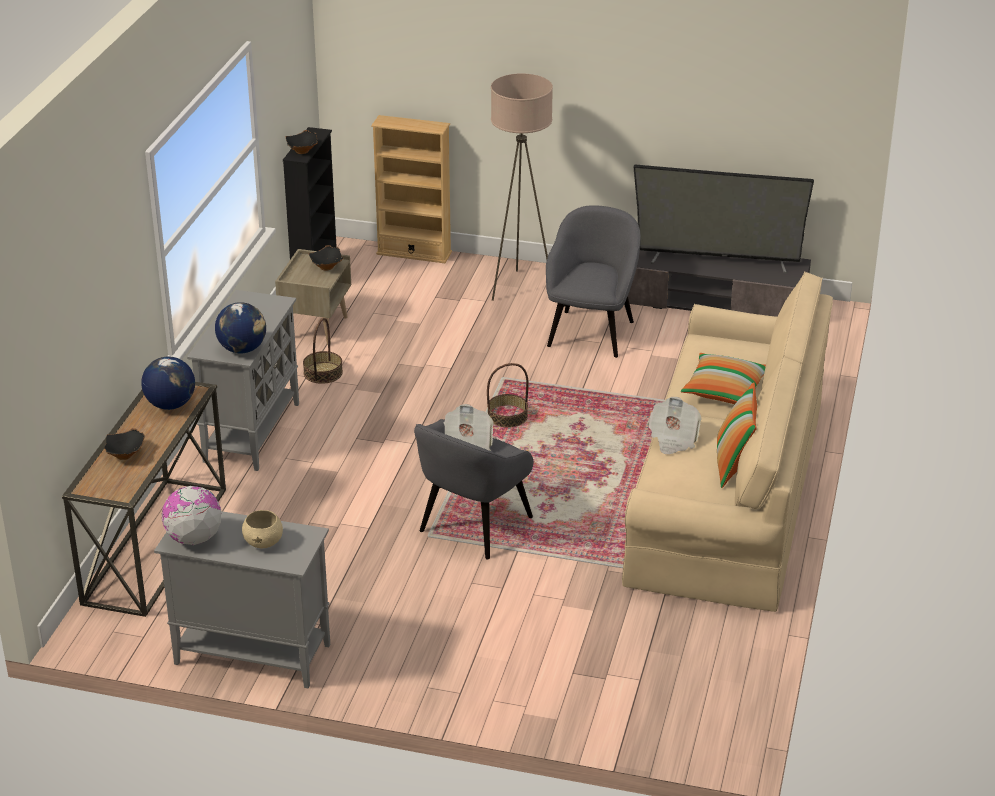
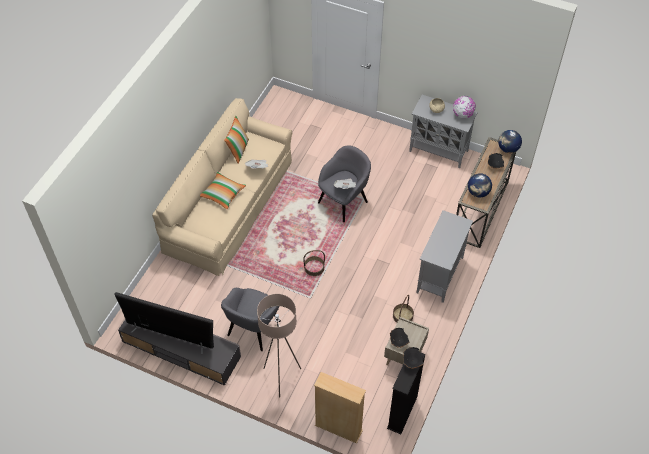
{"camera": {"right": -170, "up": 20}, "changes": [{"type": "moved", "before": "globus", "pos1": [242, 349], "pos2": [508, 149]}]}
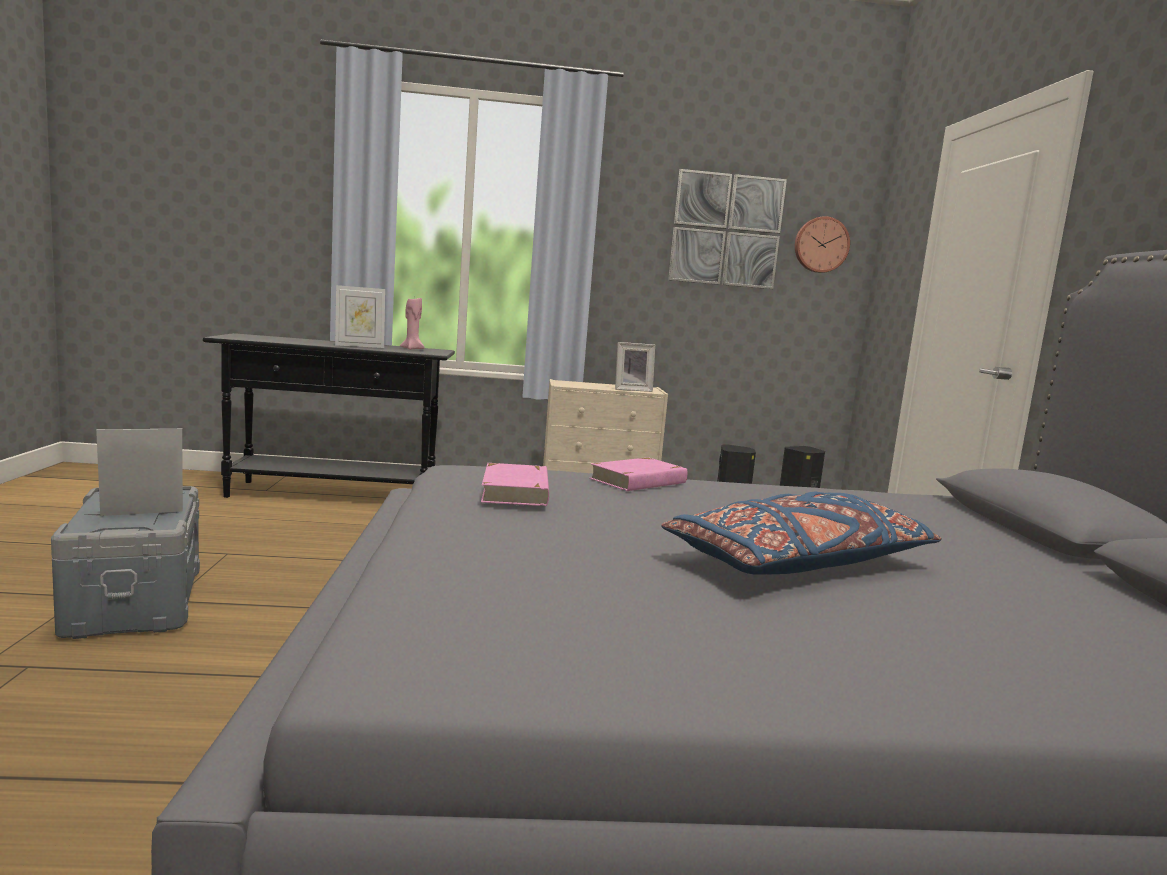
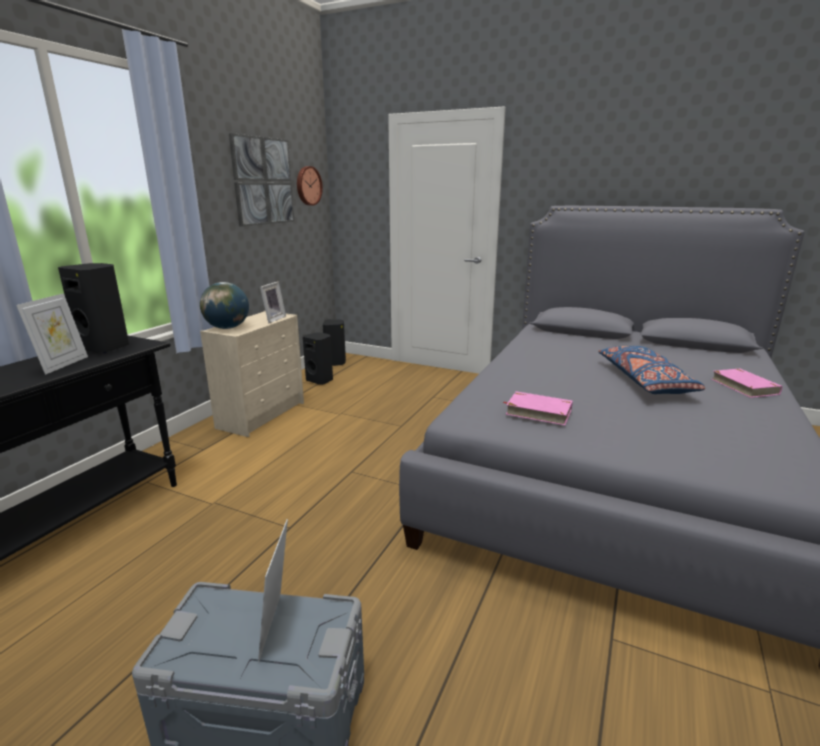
{"camera": {"right": -60, "up": 10}, "changes": [{"type": "replaced", "before": "świeca [różowy]", "after": "głośnik [czarny]", "pos1": [412, 349], "pos2": [106, 347]}, {"type": "added", "after": "globus", "pos2": [227, 328]}, {"type": "moved", "before": "książka [różowy]", "pos1": [639, 481], "pos2": [744, 386]}]}
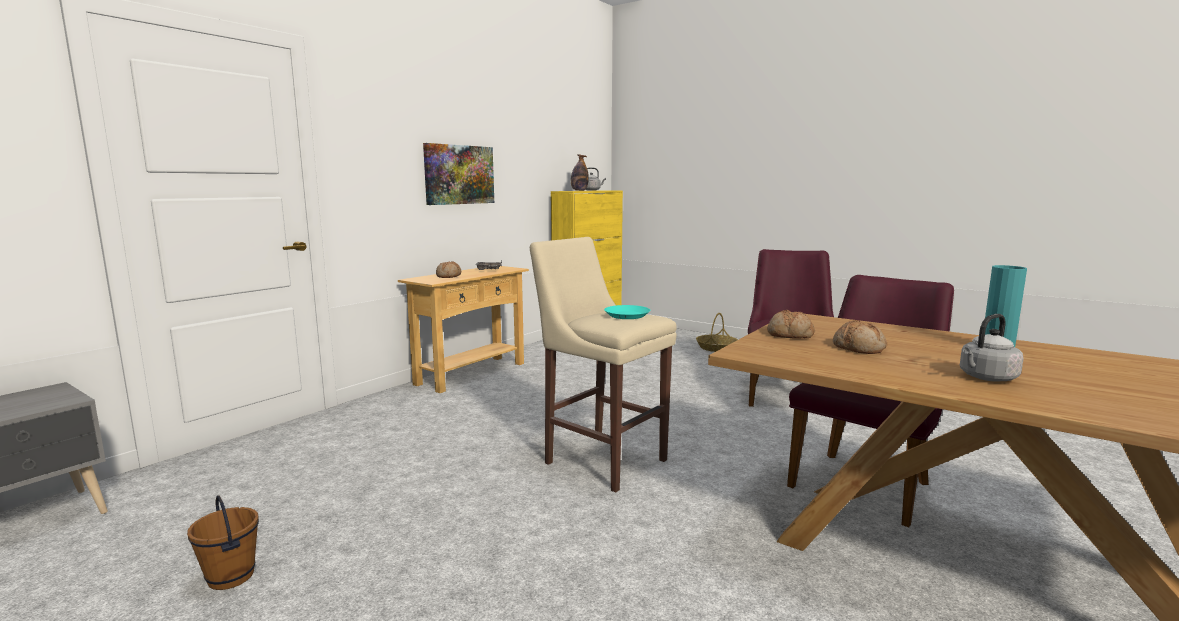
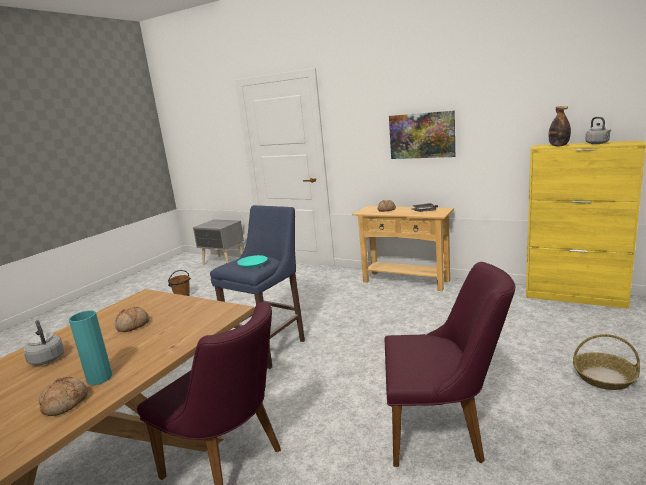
{"camera": {"right": 85, "up": 5}, "changes": [{"type": "moved", "before": "chleb", "pos1": [789, 335], "pos2": [65, 403]}, {"type": "recoloured", "before": "stołek [beżowy]", "after": "stołek [niebieski]", "pos1": [601, 459], "pos2": [270, 346]}]}
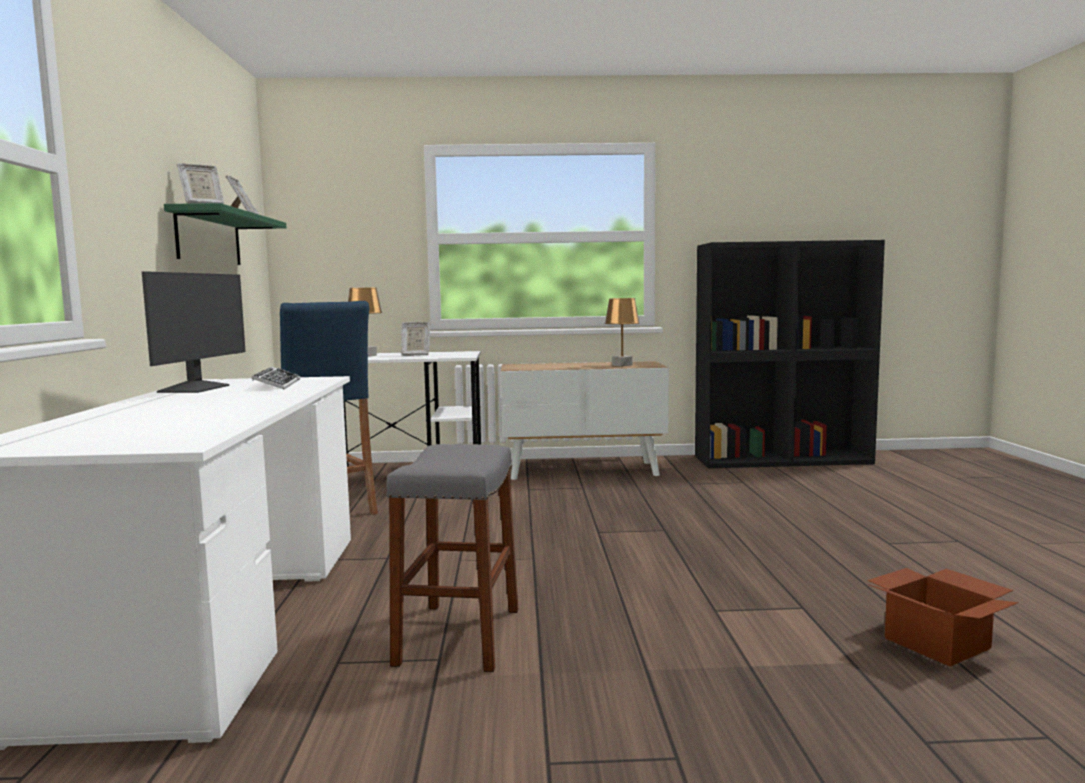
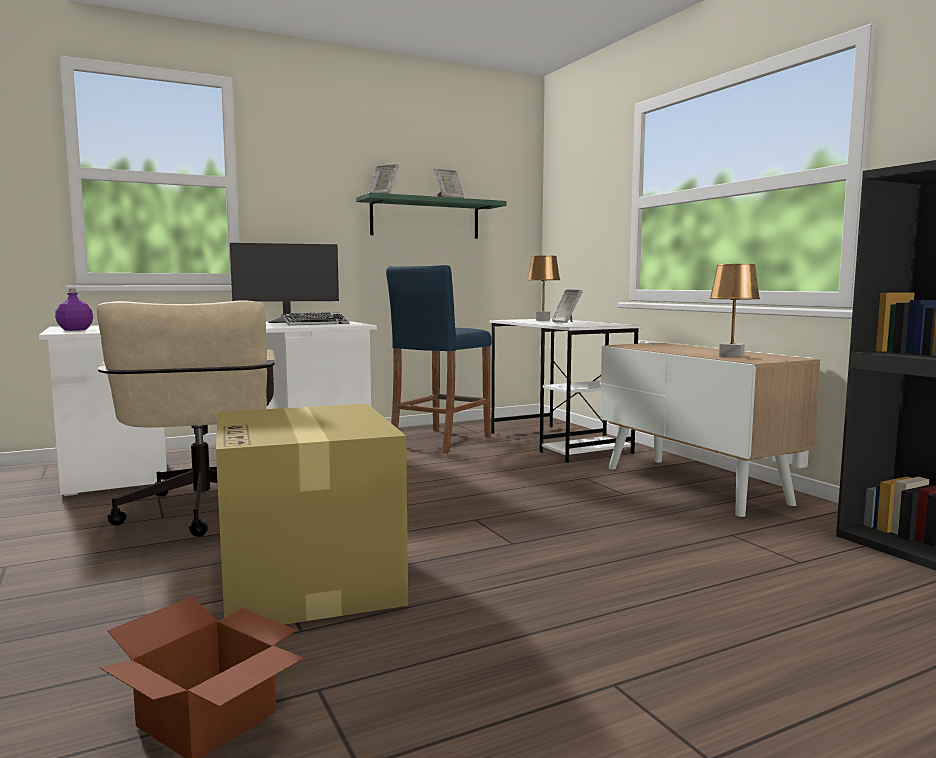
{"camera": {"right": 65, "up": 0}, "changes": [{"type": "added", "after": "butelka [fioletowy]", "pos2": [75, 330]}, {"type": "replaced", "before": "stołek [szary]", "after": "krzesło biurowe [beżowy]", "pos1": [459, 636], "pos2": [201, 515]}, {"type": "added", "after": "karton", "pos2": [310, 580]}]}
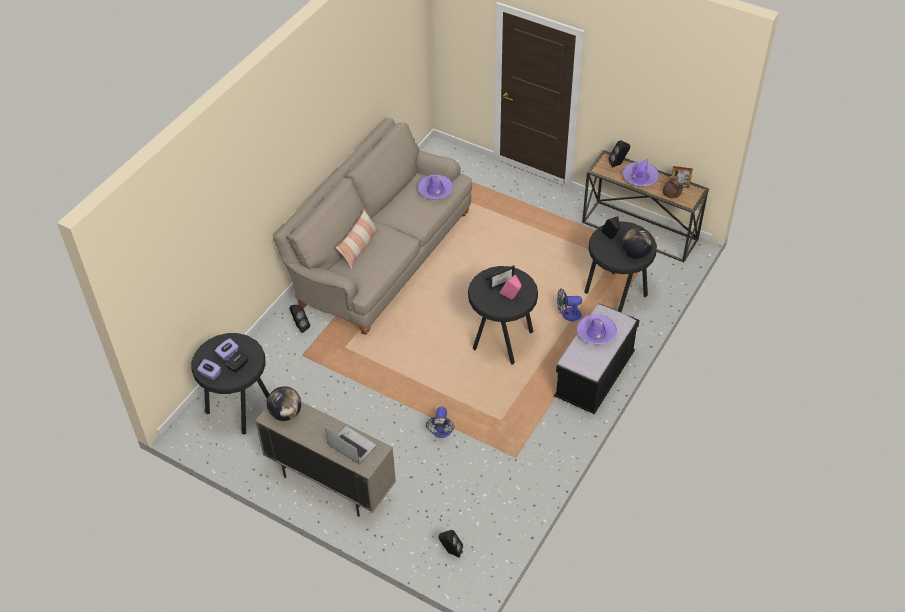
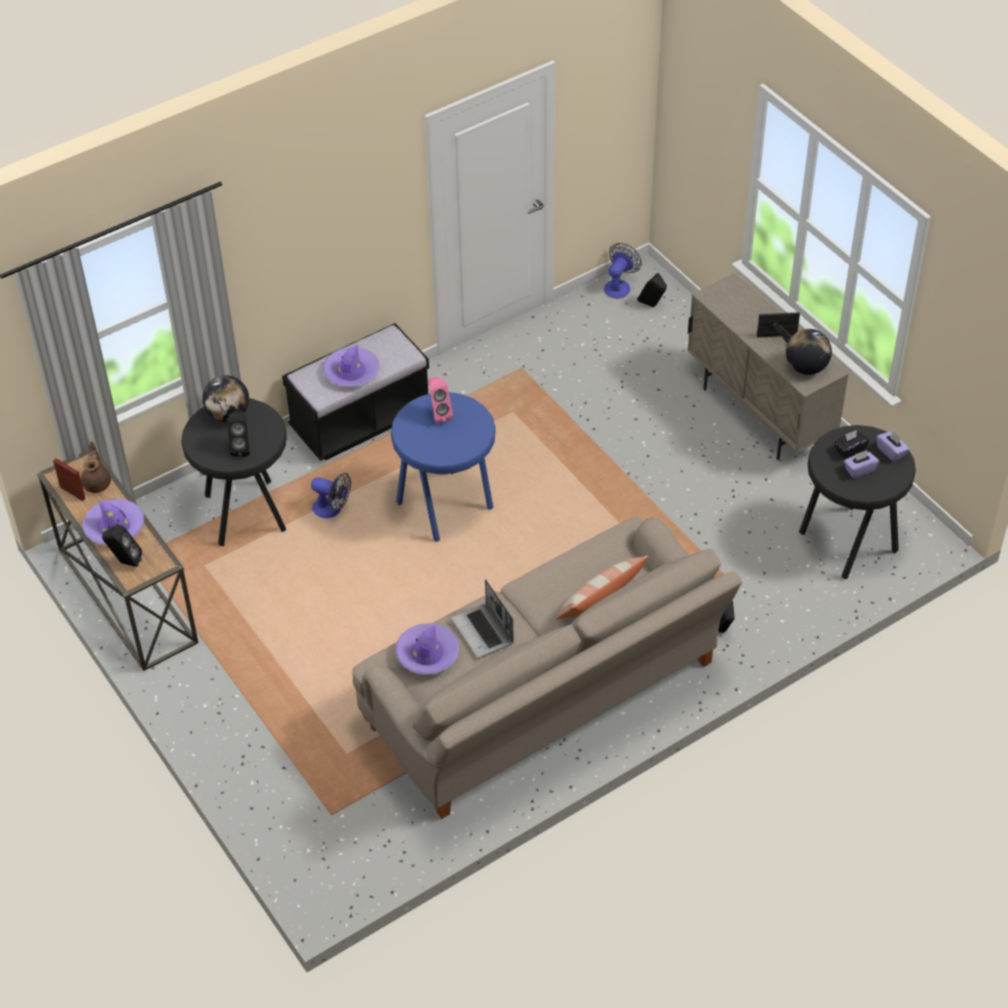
{"camera": {"right": -155, "up": 0}, "changes": [{"type": "recoloured", "before": "stołek [czarny]", "after": "stołek [niebieski]", "pos1": [501, 341], "pos2": [447, 506]}, {"type": "moved", "before": "laptop", "pos1": [351, 446], "pos2": [483, 632]}, {"type": "moved", "before": "wentylator", "pos1": [441, 432], "pos2": [619, 286]}, {"type": "moved", "before": "ramka na zdjęcie", "pos1": [500, 282], "pos2": [776, 338]}]}
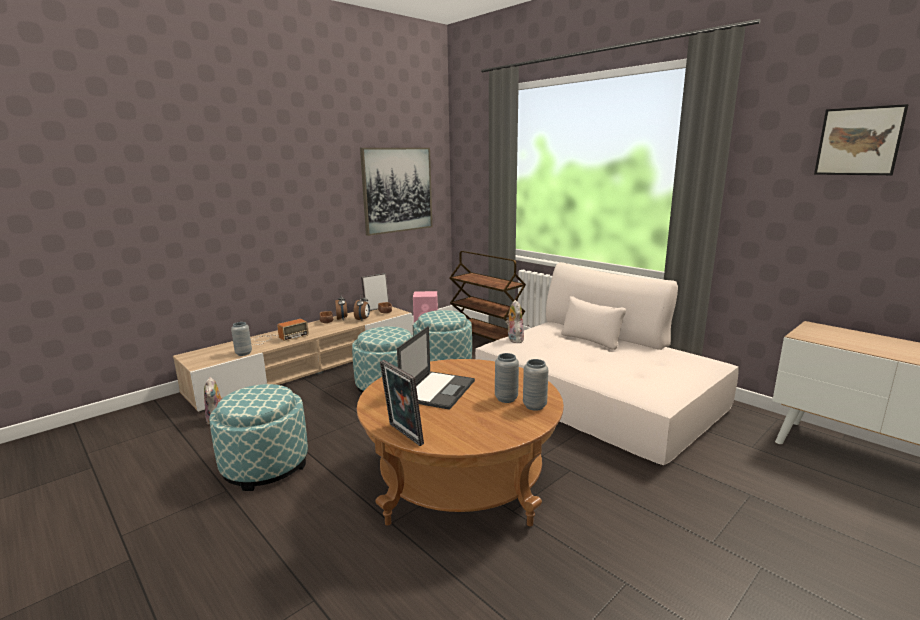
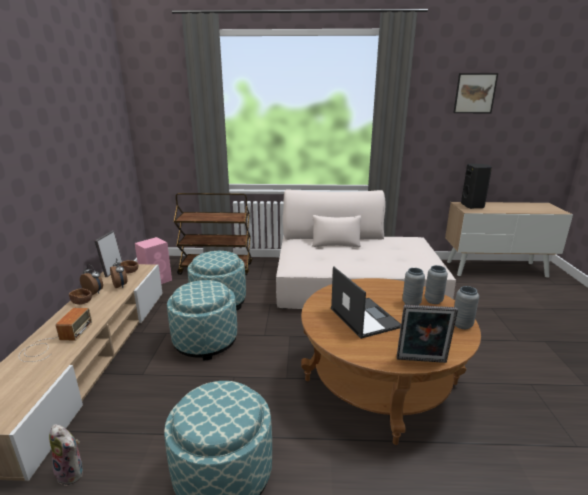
{"camera": {"right": -45, "up": 5}, "changes": [{"type": "moved", "before": "wazon [szary]", "pos1": [243, 353], "pos2": [462, 325]}, {"type": "added", "after": "głośnik [czarny]", "pos2": [473, 206]}, {"type": "removed", "before": "obraz", "pos1": [397, 190]}, {"type": "removed", "before": "pluszak", "pos1": [514, 339]}]}
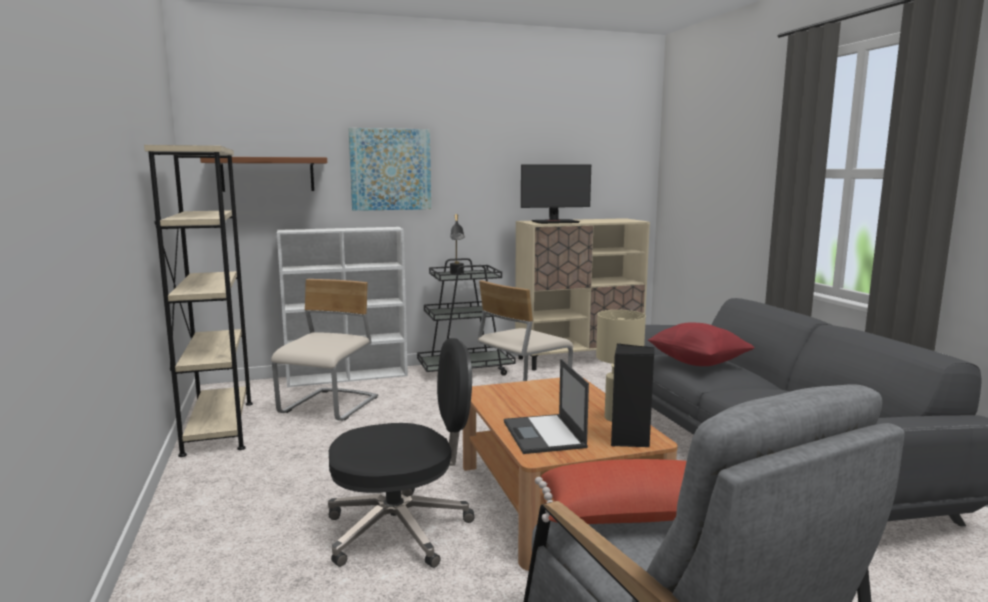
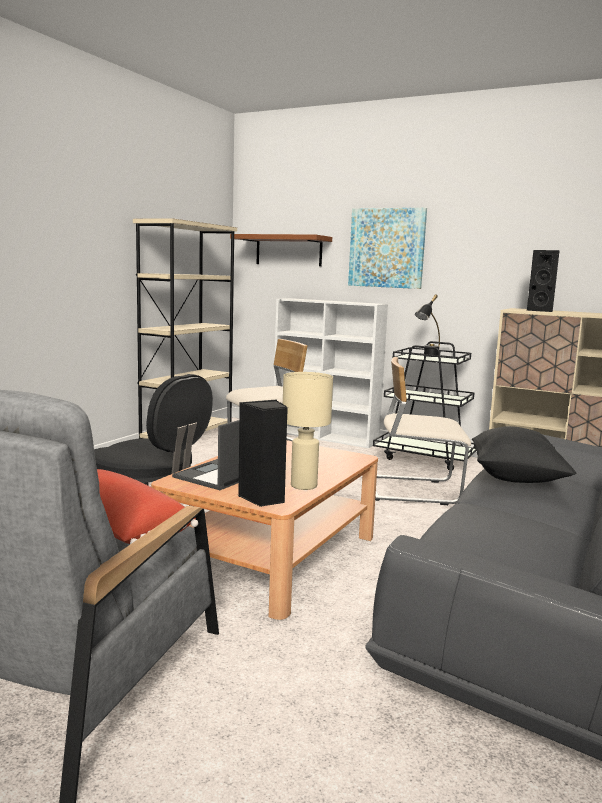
{"camera": {"right": 45, "up": 0}, "changes": [{"type": "recoloured", "before": "poduszka [czerwony]", "after": "poduszka [czarny]", "pos1": [698, 363], "pos2": [515, 479]}, {"type": "replaced", "before": "monitor", "after": "głośnik [czarny]", "pos1": [554, 222], "pos2": [541, 311]}]}
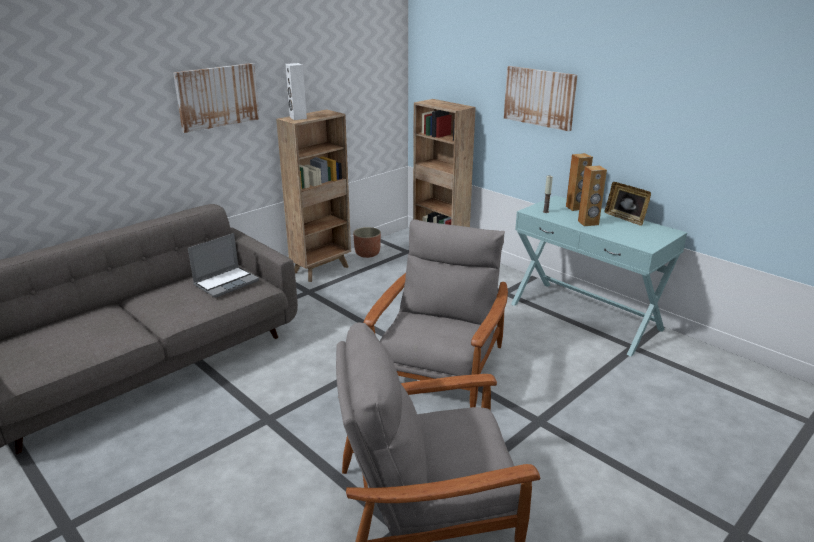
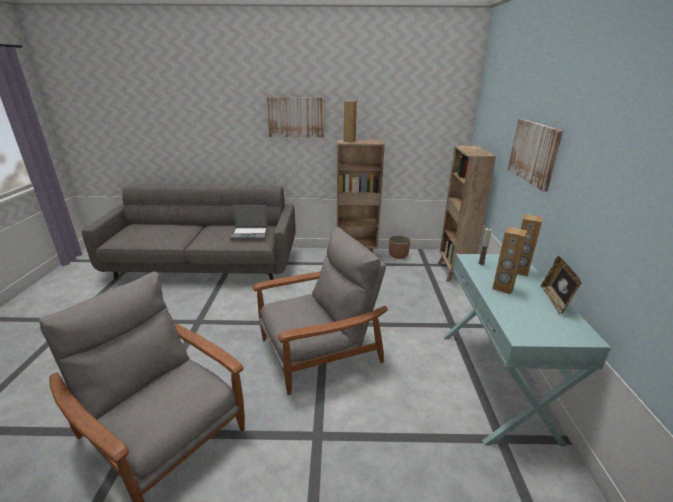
{"camera": {"right": 45, "up": 0}, "changes": [{"type": "recoloured", "before": "głośnik [biały]", "after": "głośnik [brązowy]", "pos1": [298, 118], "pos2": [349, 141]}]}
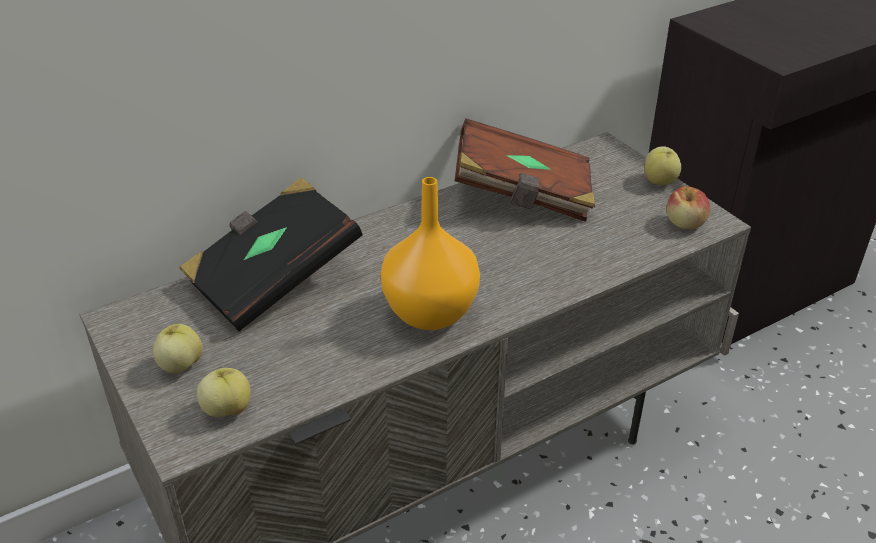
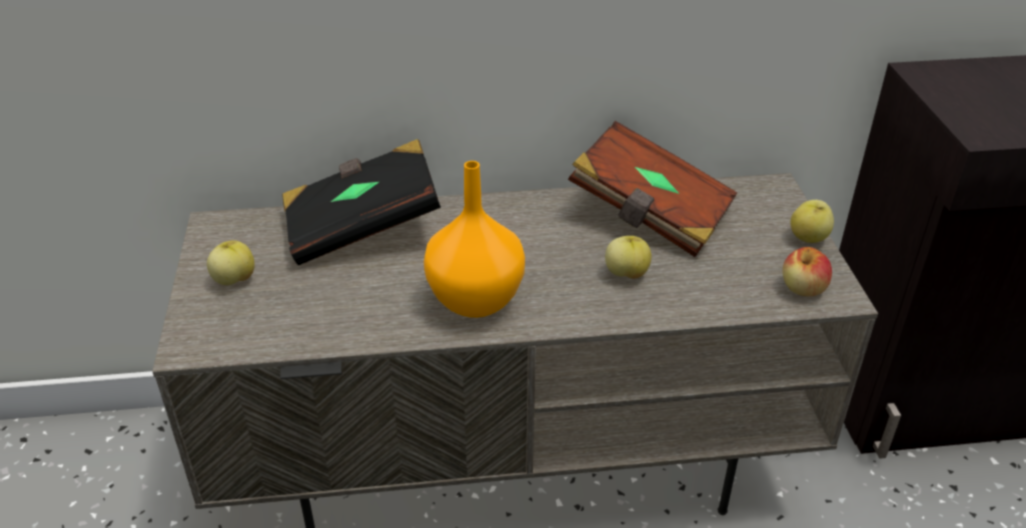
{"camera": {"right": 25, "up": 0}, "changes": [{"type": "moved", "before": "jabłko", "pos1": [227, 409], "pos2": [626, 273]}]}
